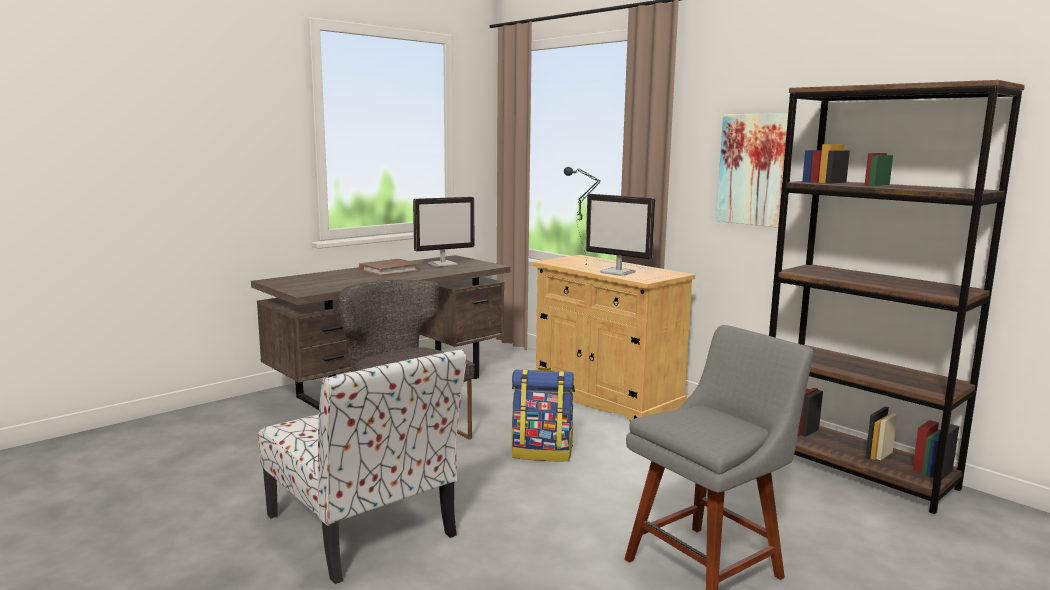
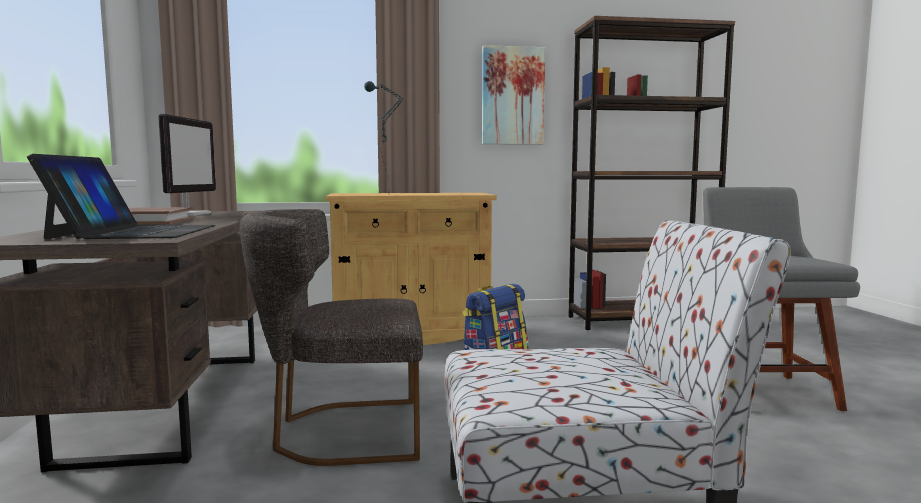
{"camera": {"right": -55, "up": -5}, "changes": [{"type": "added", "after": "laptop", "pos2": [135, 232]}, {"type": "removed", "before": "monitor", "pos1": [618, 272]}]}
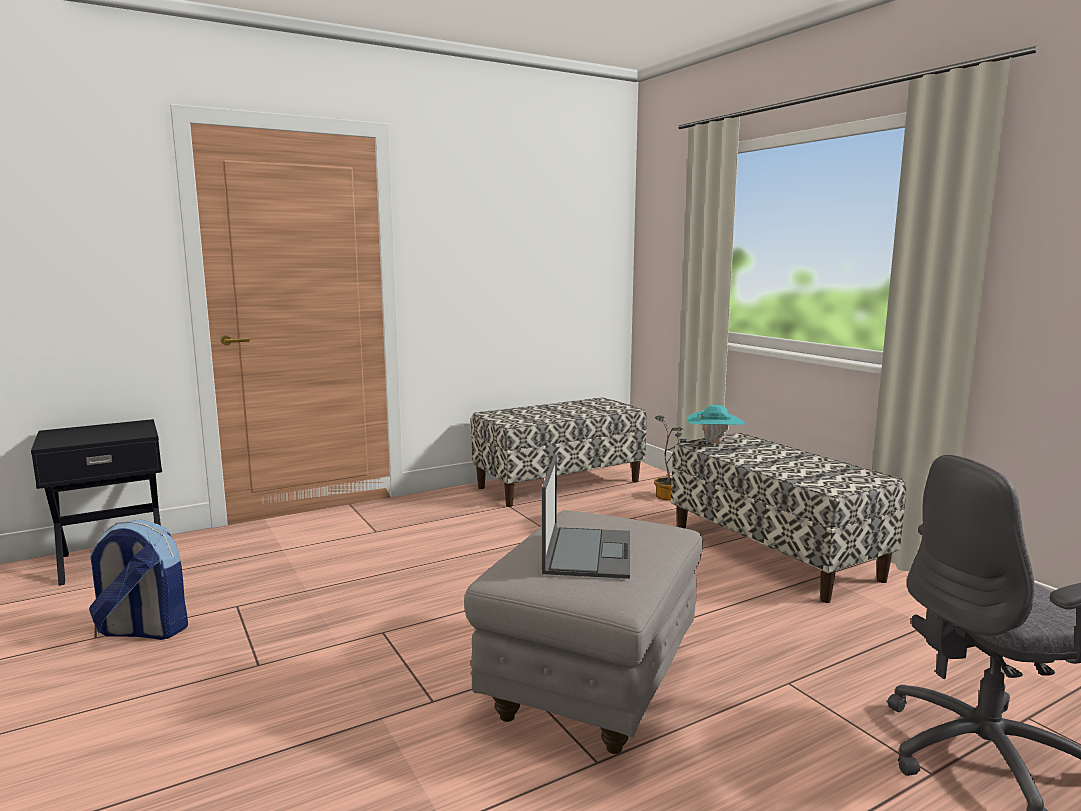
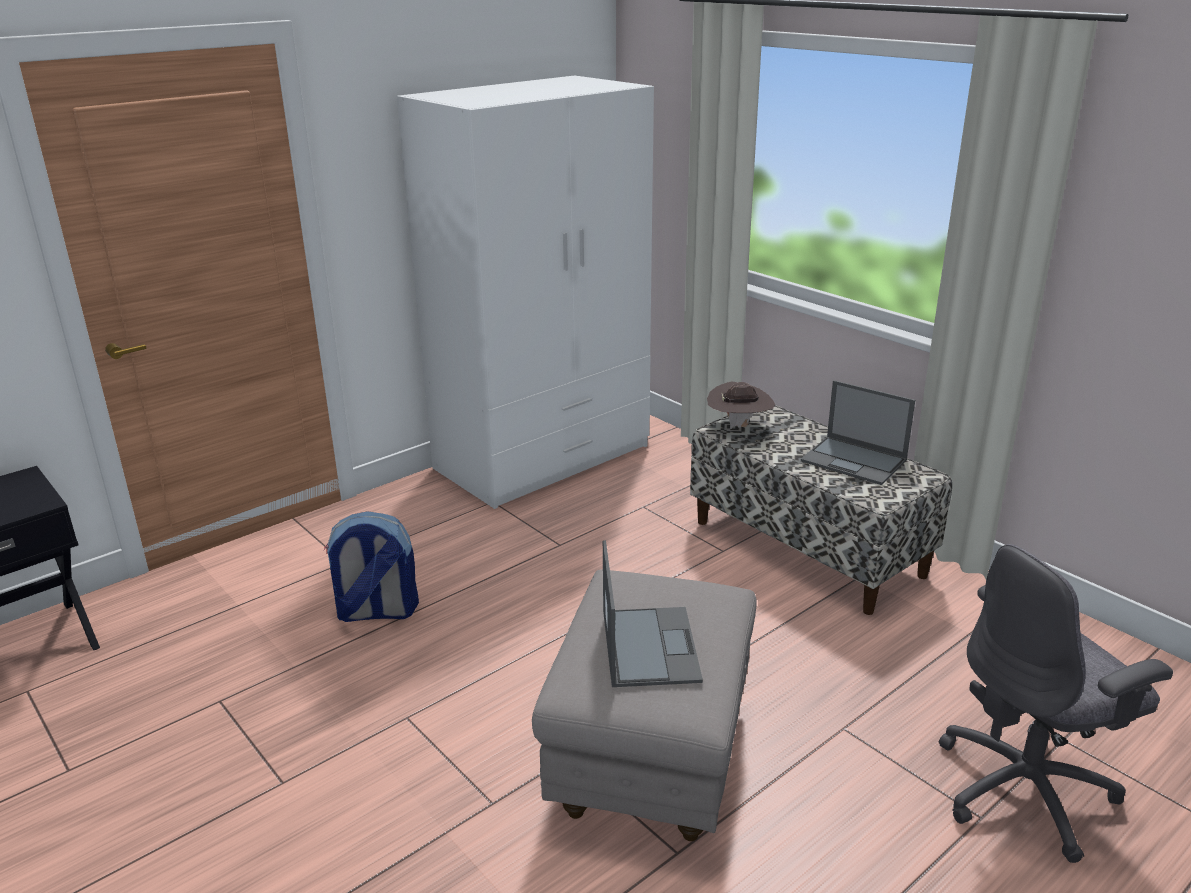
{"camera": {"right": -10, "up": 15}, "changes": [{"type": "moved", "before": "plecak", "pos1": [143, 631], "pos2": [376, 612]}, {"type": "replaced", "before": "ławka", "after": "szafa [biały]", "pos1": [559, 484], "pos2": [544, 457]}, {"type": "recoloured", "before": "kapelusz [turkusowy]", "after": "kapelusz [brązowy]", "pos1": [714, 443], "pos2": [739, 426]}, {"type": "added", "after": "laptop", "pos2": [855, 461]}, {"type": "removed", "before": "roślina doniczkowa", "pos1": [669, 496]}]}
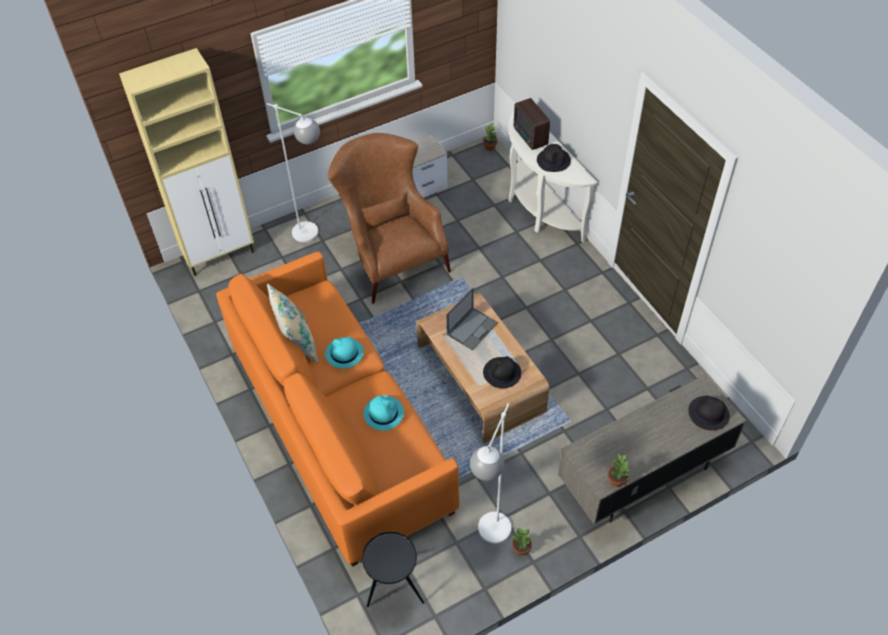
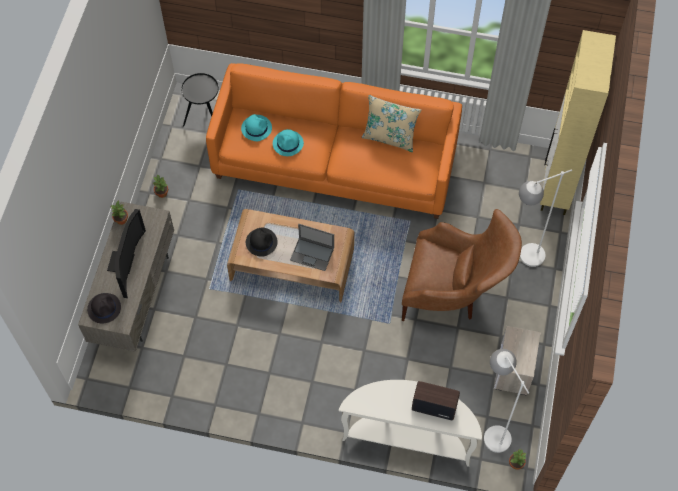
{"camera": {"right": 130, "up": 10}, "changes": [{"type": "added", "after": "telewizor", "pos2": [125, 263]}, {"type": "moved", "before": "kapelusz [turkusowy]", "pos1": [344, 353], "pos2": [256, 128]}, {"type": "turned", "before": "laptop", "pos1": [472, 328], "pos2": [312, 254], "turn": -60}, {"type": "moved", "before": "lampa stojąca [biały]", "pos1": [490, 538], "pos2": [492, 430]}, {"type": "removed", "before": "kapelusz [czarny]", "pos1": [553, 160]}]}
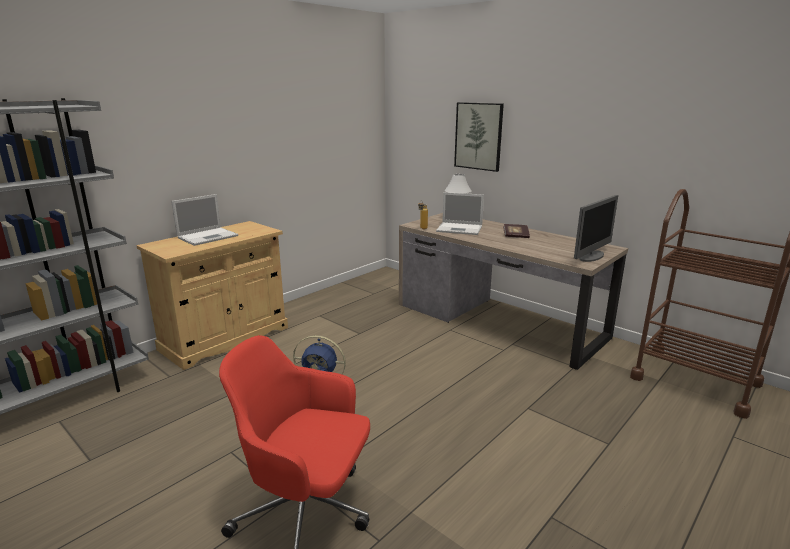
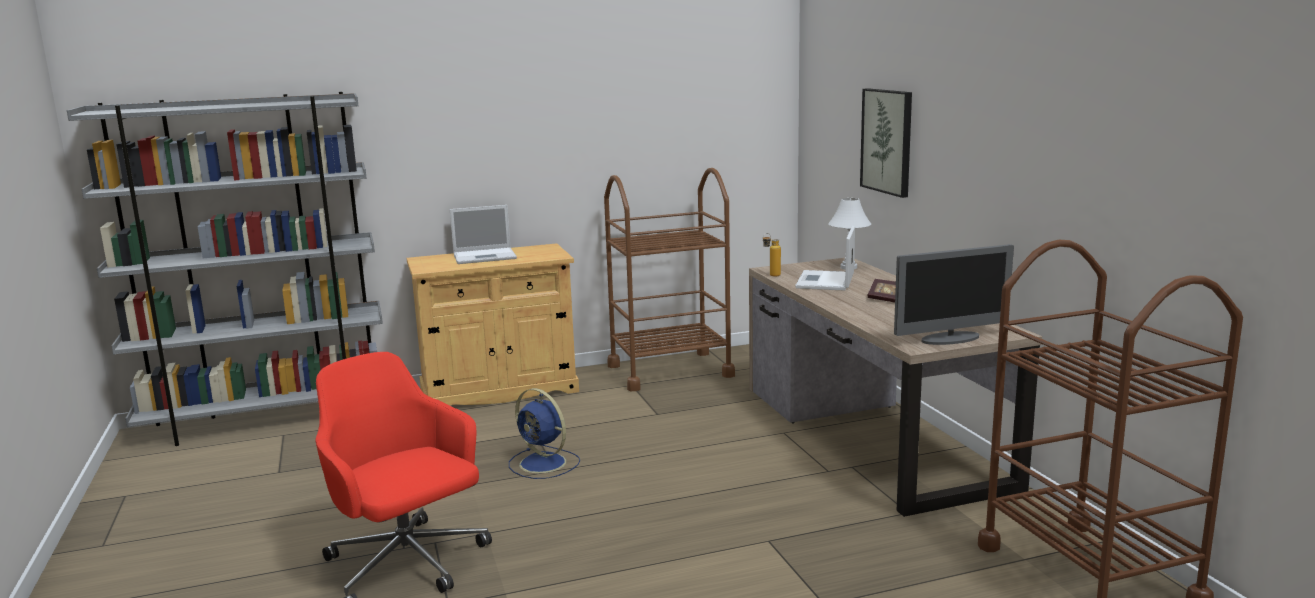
{"camera": {"right": 30, "up": -5}, "changes": [{"type": "added", "after": "wózek [brązowy]", "pos2": [670, 371]}, {"type": "turned", "before": "laptop", "pos1": [460, 229], "pos2": [825, 282], "turn": 60}]}
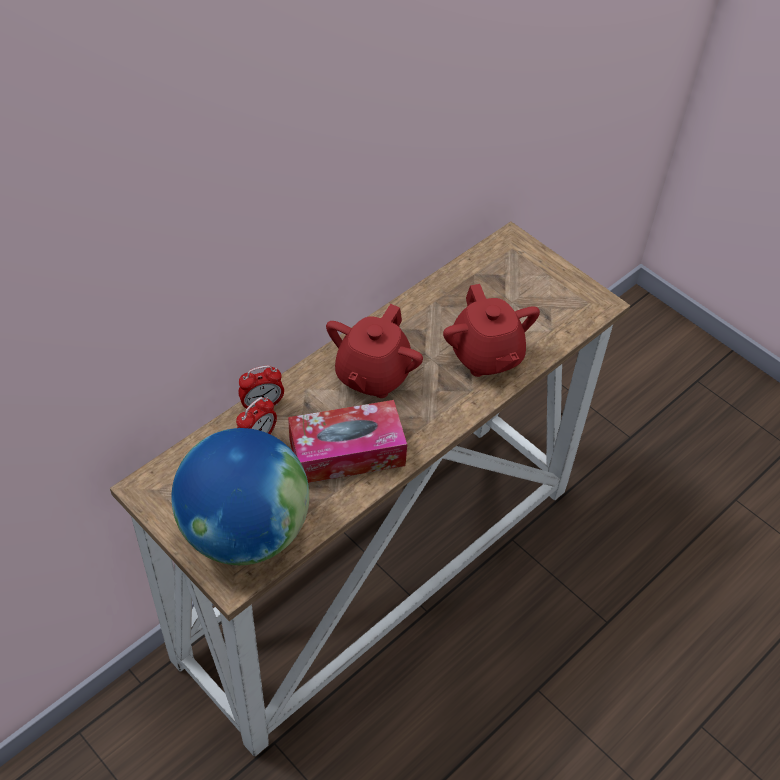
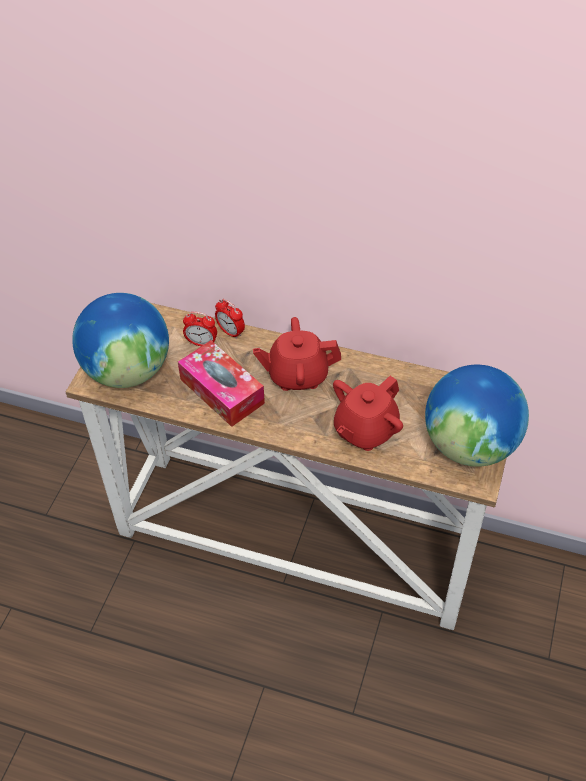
{"camera": {"right": 65, "up": 0}, "changes": [{"type": "added", "after": "globus", "pos2": [470, 444]}]}
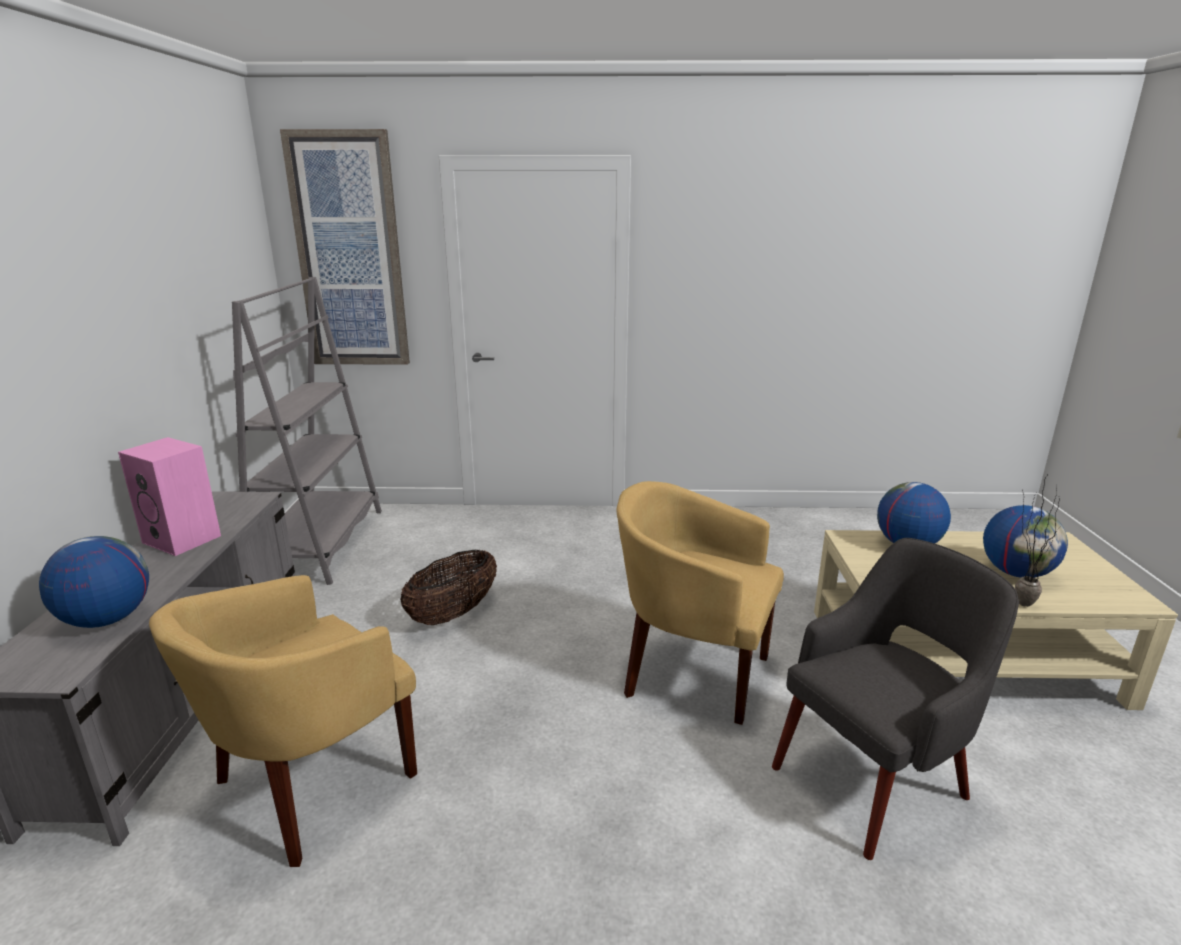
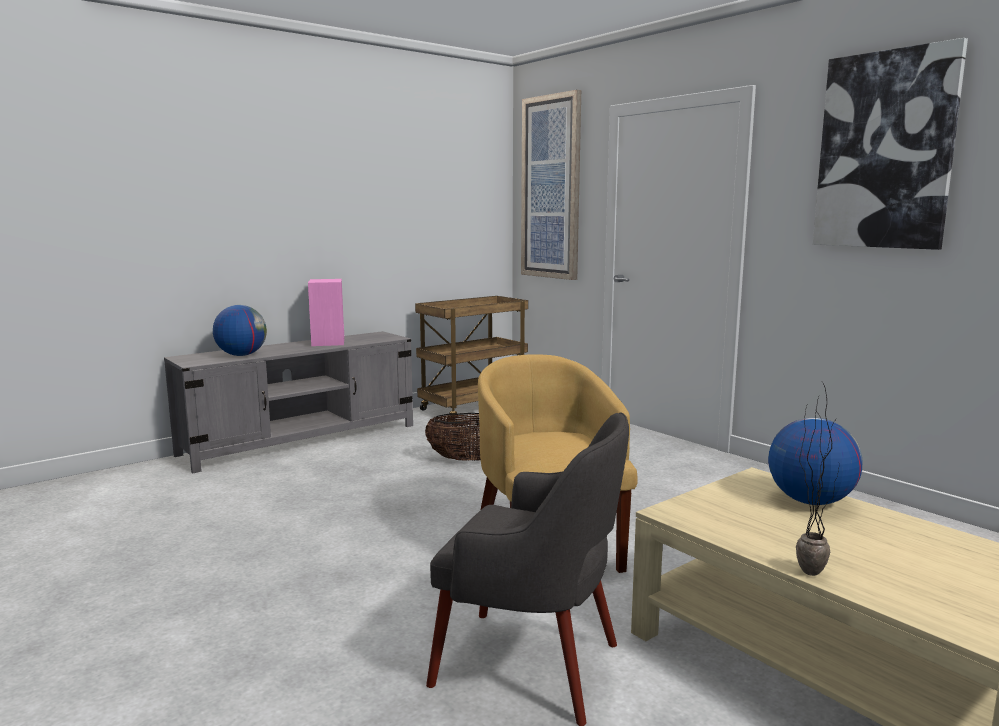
{"camera": {"right": 50, "up": -10}, "changes": [{"type": "replaced", "before": "regał [szary]", "after": "wózek [brązowy]", "pos1": [320, 545], "pos2": [473, 407]}, {"type": "added", "after": "obraz", "pos2": [885, 151]}, {"type": "removed", "before": "fotel [żółty]", "pos1": [311, 784]}, {"type": "removed", "before": "globus", "pos1": [1016, 573]}]}
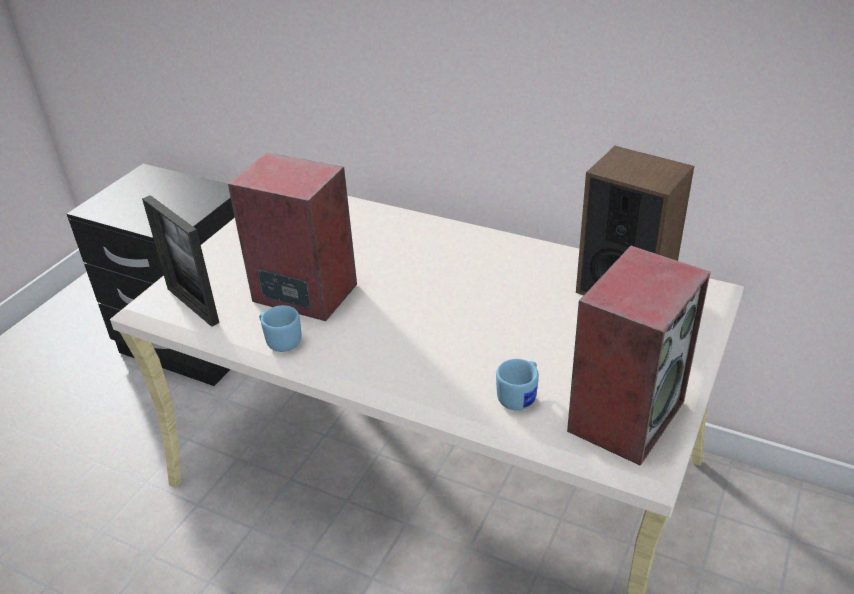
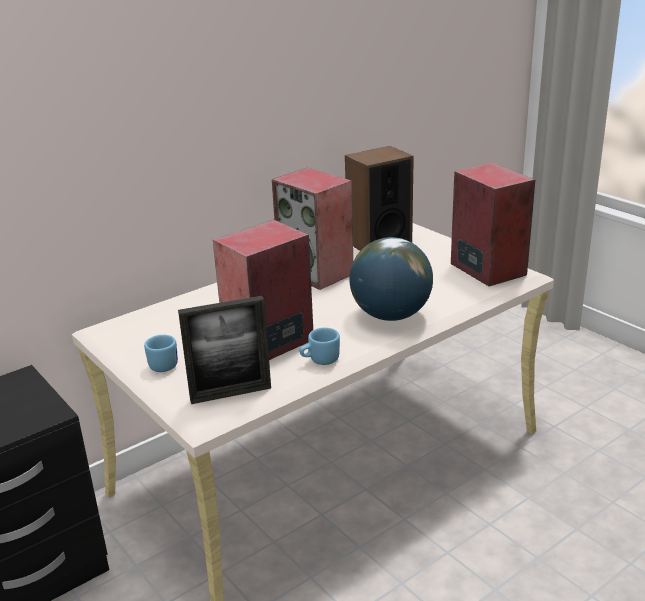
{"camera": {"right": -65, "up": -10}, "changes": [{"type": "moved", "before": "kubek [niebieski]", "pos1": [520, 396], "pos2": [162, 364]}, {"type": "added", "after": "głośnik", "pos2": [317, 272]}, {"type": "added", "after": "globus", "pos2": [391, 315]}]}
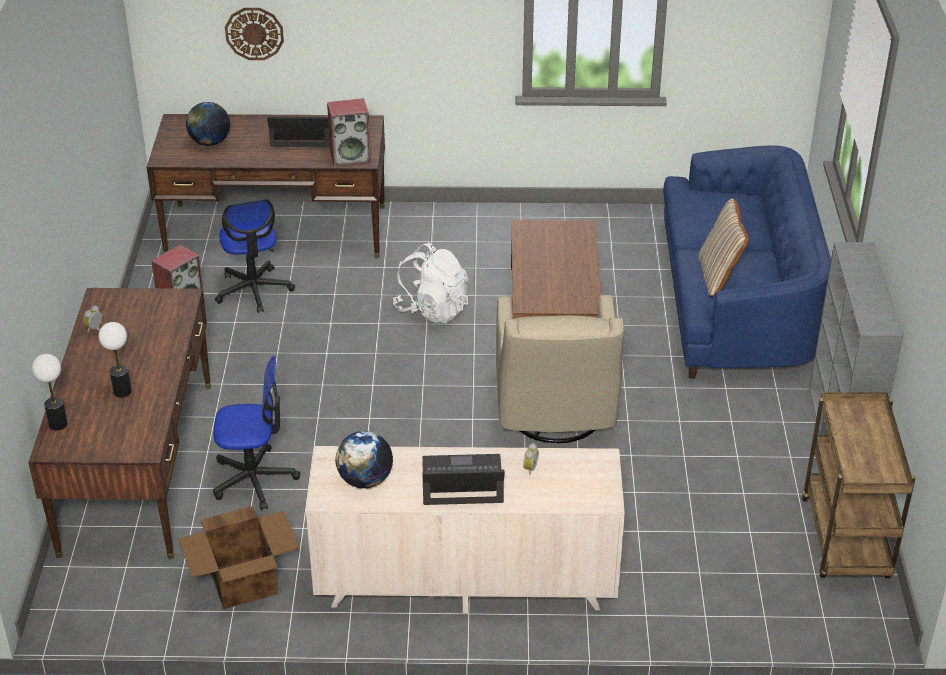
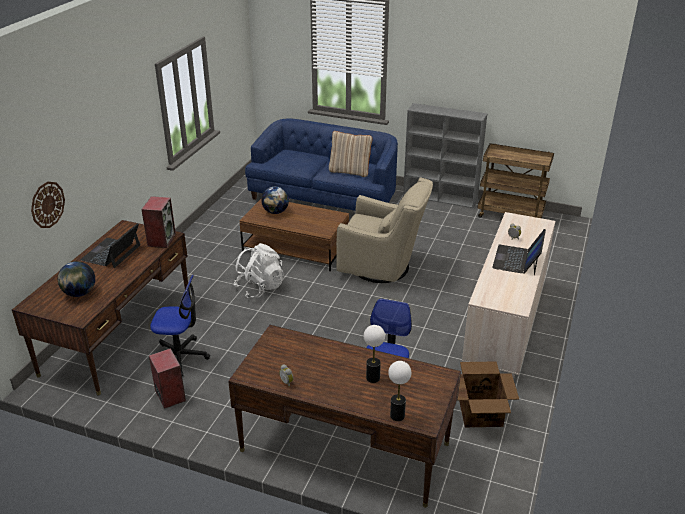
{"camera": {"right": -70, "up": -5}, "changes": [{"type": "moved", "before": "globus", "pos1": [365, 480], "pos2": [275, 212]}]}
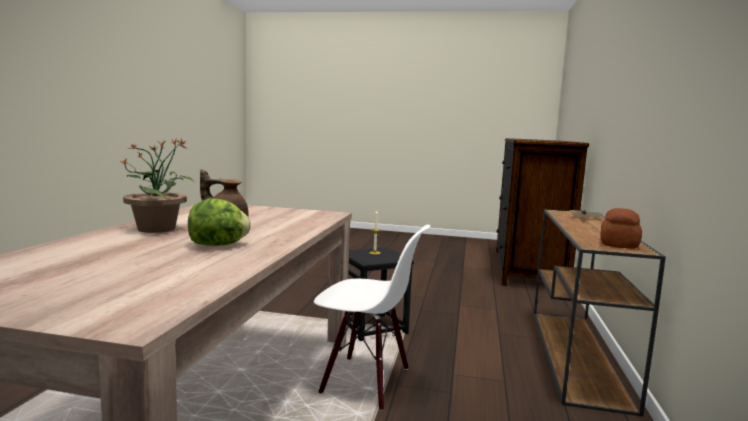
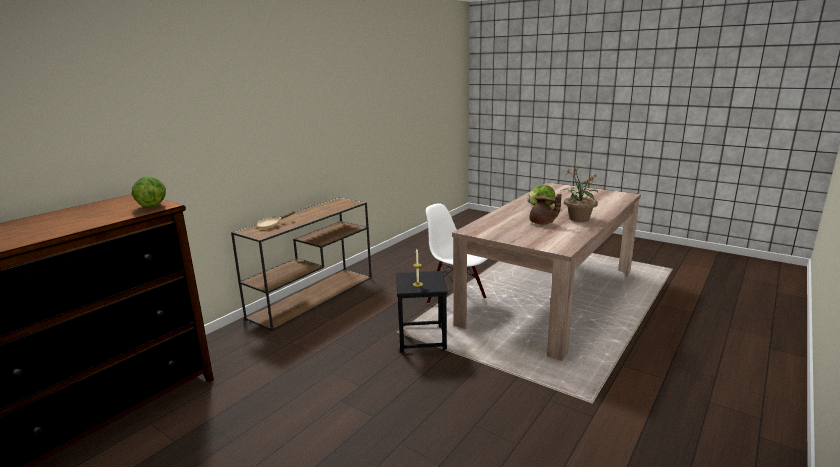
{"camera": {"right": -155, "up": 10}, "changes": [{"type": "added", "after": "sałata", "pos2": [152, 206]}, {"type": "removed", "before": "chleb", "pos1": [619, 244]}]}
